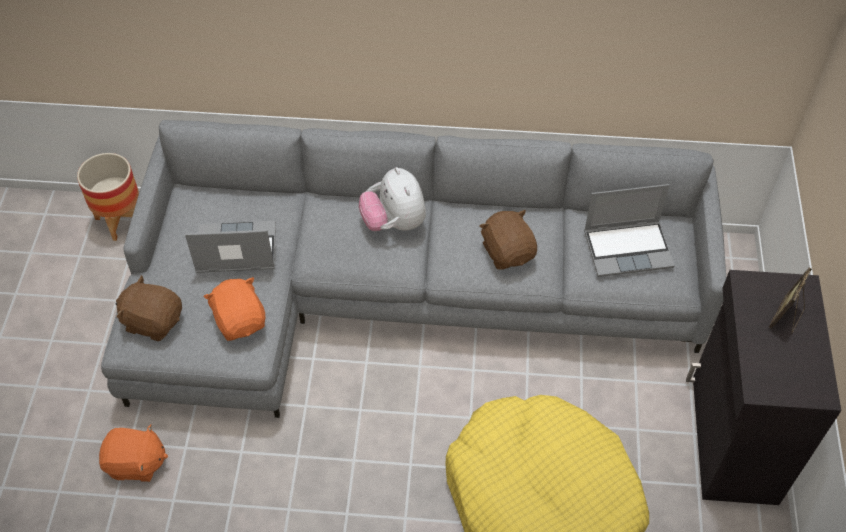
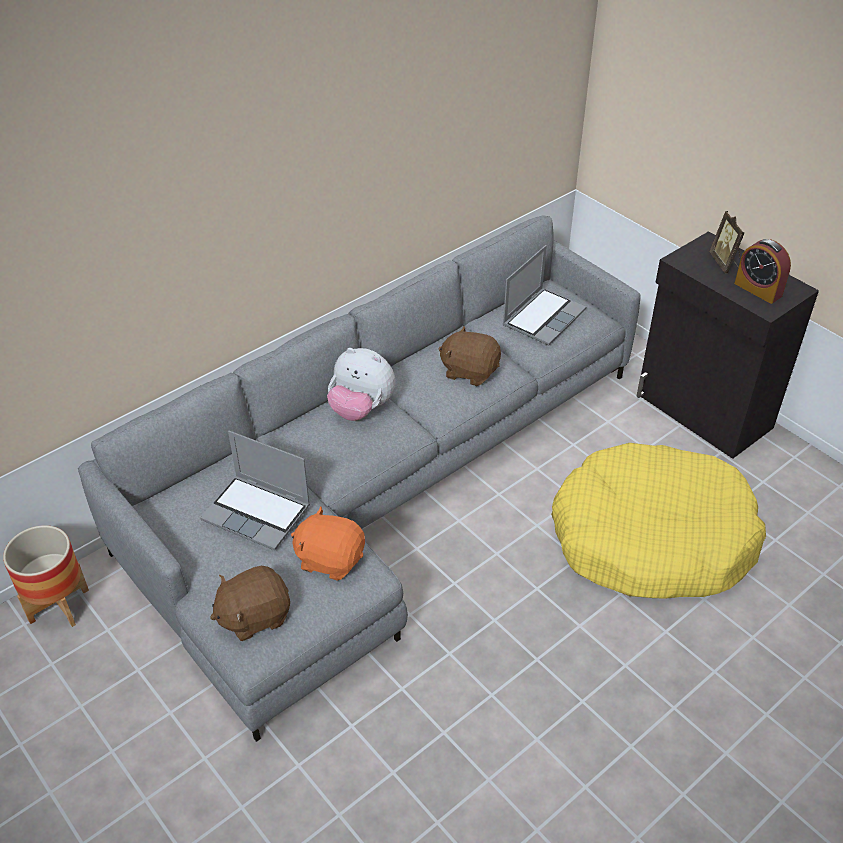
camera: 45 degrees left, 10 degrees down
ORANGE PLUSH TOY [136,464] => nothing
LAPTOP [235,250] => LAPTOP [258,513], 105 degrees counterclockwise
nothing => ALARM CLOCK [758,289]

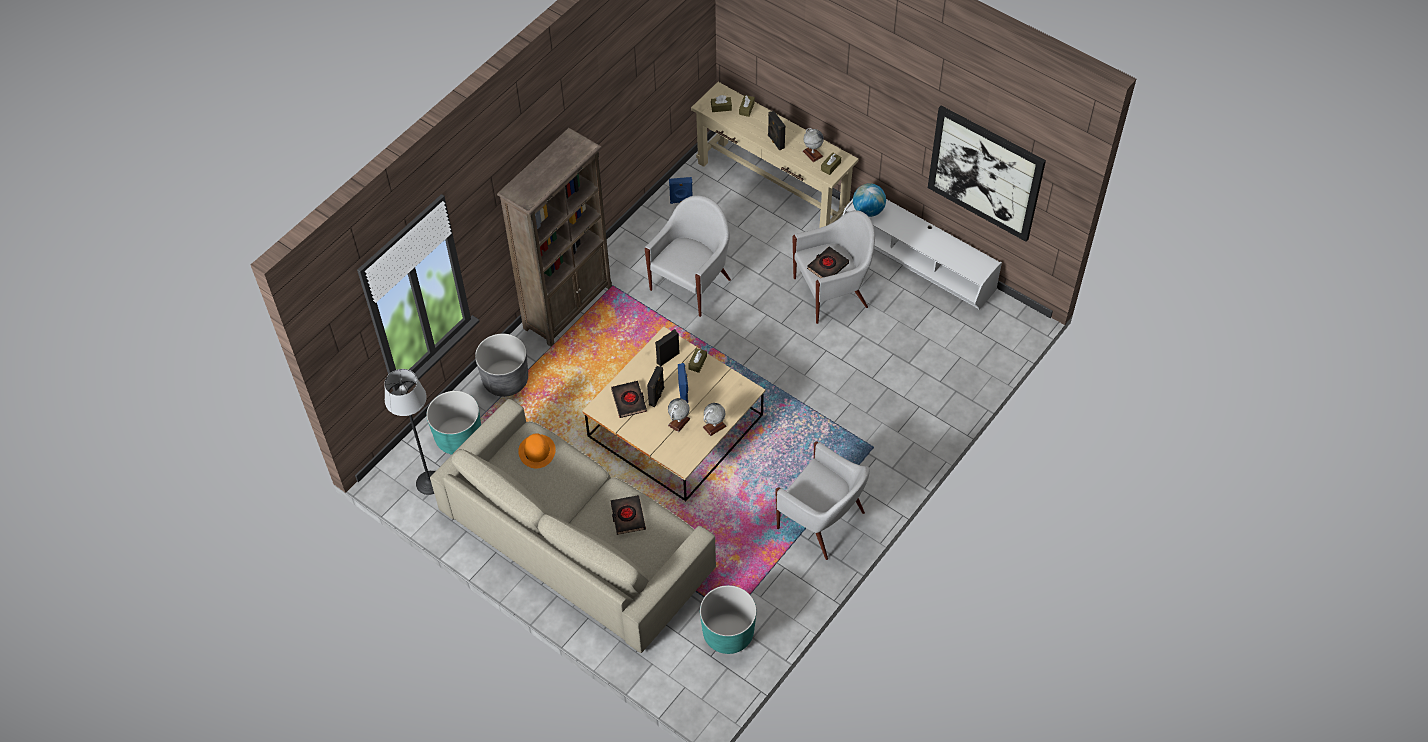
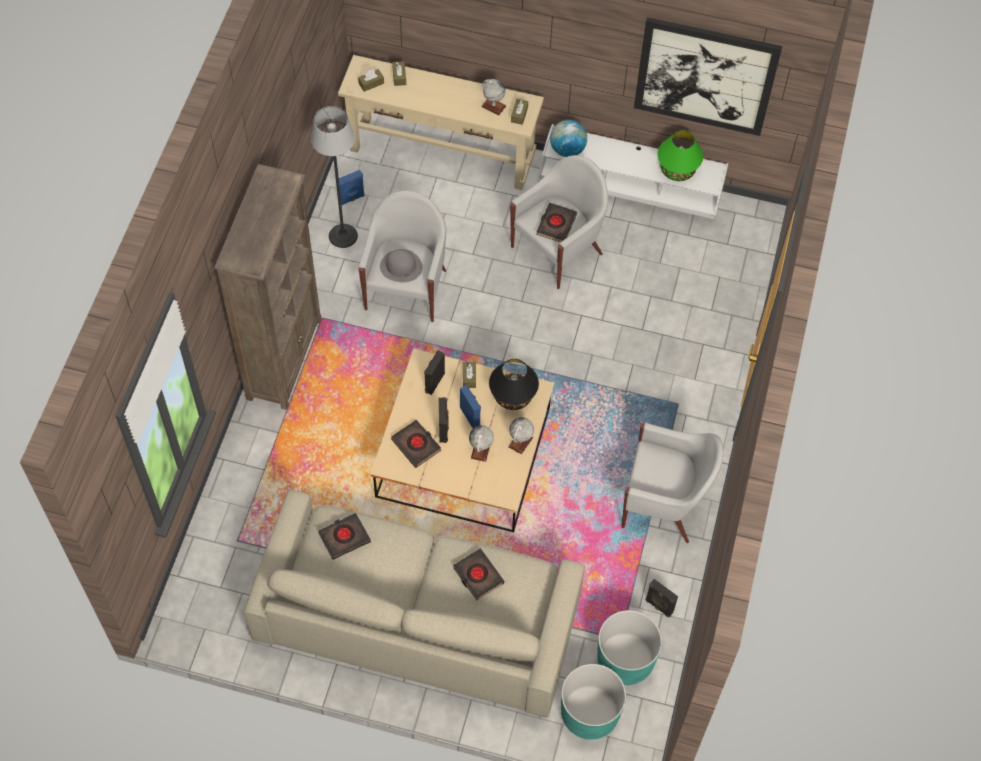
camera: 25 degrees left, 5 degrees up
FLOOR LAMP [429,482] => FLOOR LAMP [342,235], move
TURQUOISE PLANTER [459,437] => TURQUOISE PLANTER [589,713], move
GREY PLANTER [505,380] => nothing
ORANGE HAT [537,451] => BLACK BOOK [344,537]
BLACK SPEAKER [775,142] => BLACK SPEAKER [658,606], move
nothing => GREY HAT [400,266]
nothing => BLACK TABLE LAMP [513,396]
nothing => GREEN TABLE LAMP [677,170]

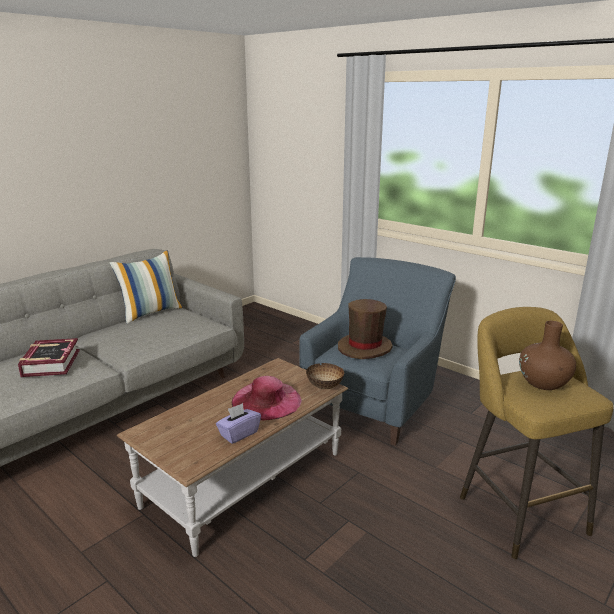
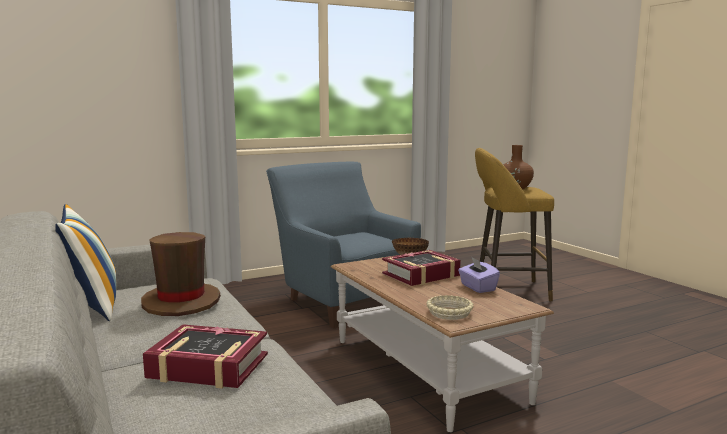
camera: 70 degrees left, 10 degrees down
PINK HAT [266,400] => BOOK [421,275]
BROWN HAT [365,347] => BROWN HAT [181,302], move
nothing => BEIGE BOWL [449,313]

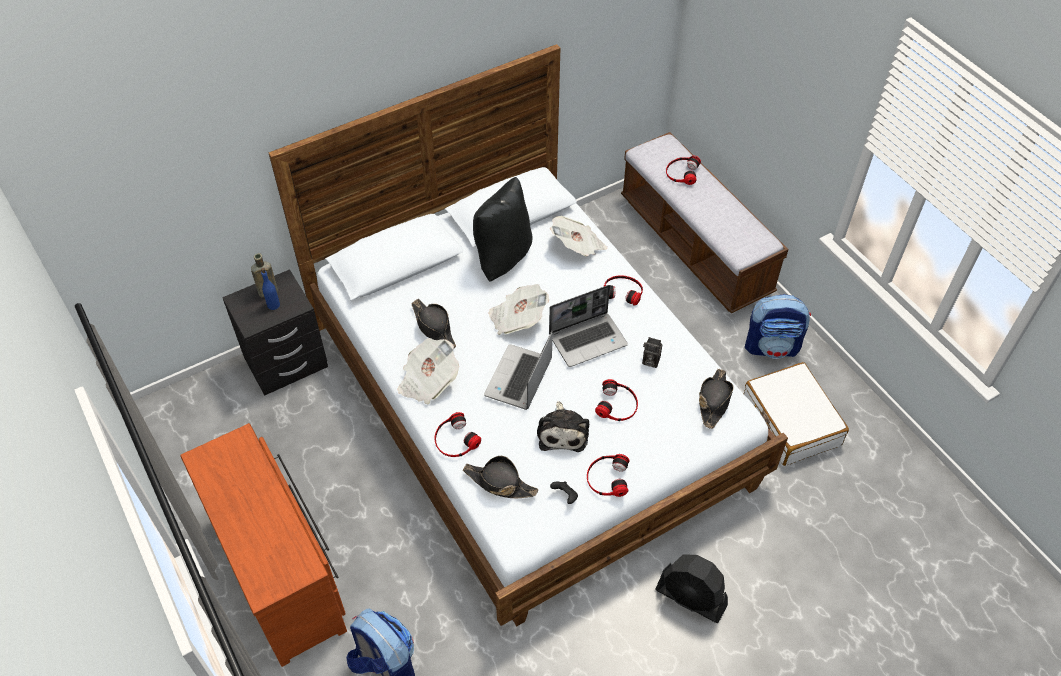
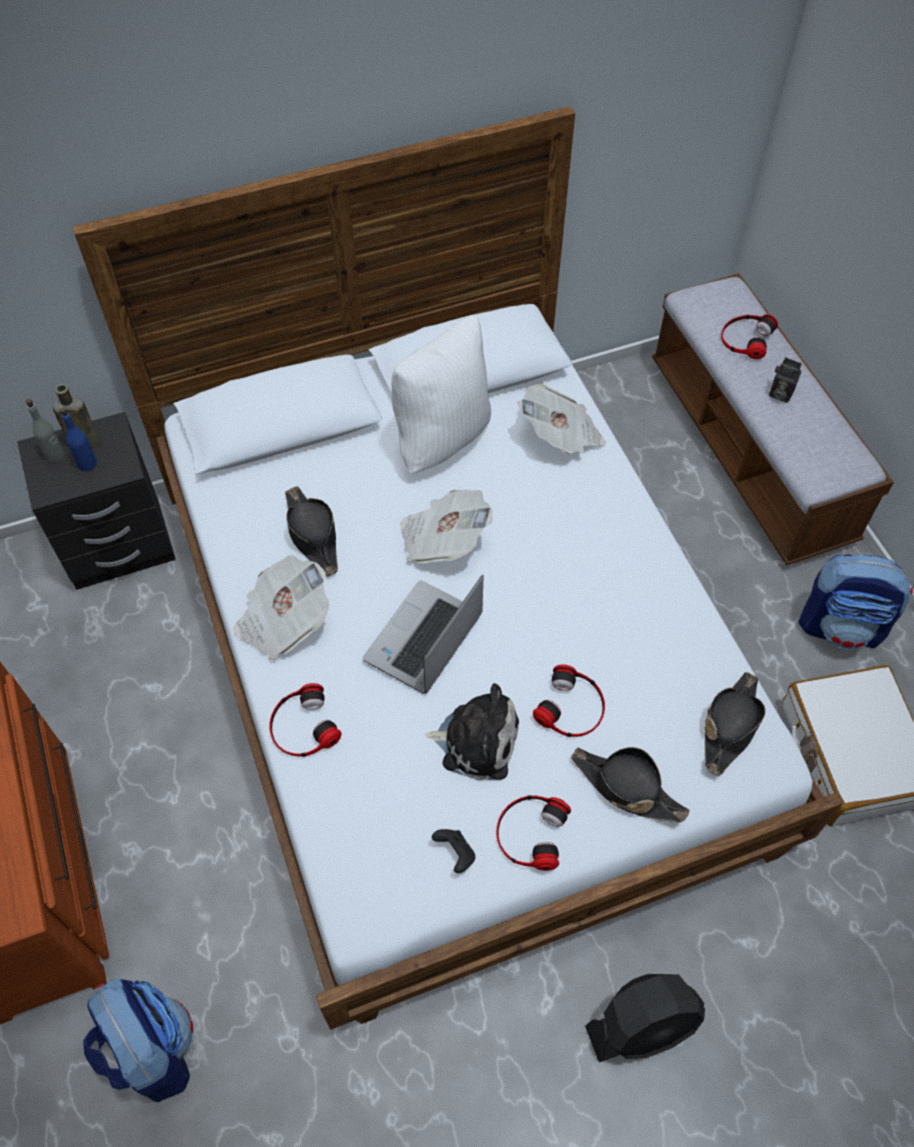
camera: 10 degrees right, 5 degrees up
BLACK HAT [499,483] => BLACK HAT [627,788], move
BLACK PILLOW [502,257] => WHITE PILLOW [441,437]
PLUSH TOY [562,432] => PLUSH TOY [474,740], 90 degrees counterclockwise
LAPTOP [588,339] => nothing
HEADPHONES [623,291] => nothing
PHOTO CAMERA [649,361] => PHOTO CAMERA [779,393], move
BLACK FAN [691,598] => BLACK FAN [643,1025], 60 degrees counterclockwise
nothing => GREY BOTTLE [55,455]

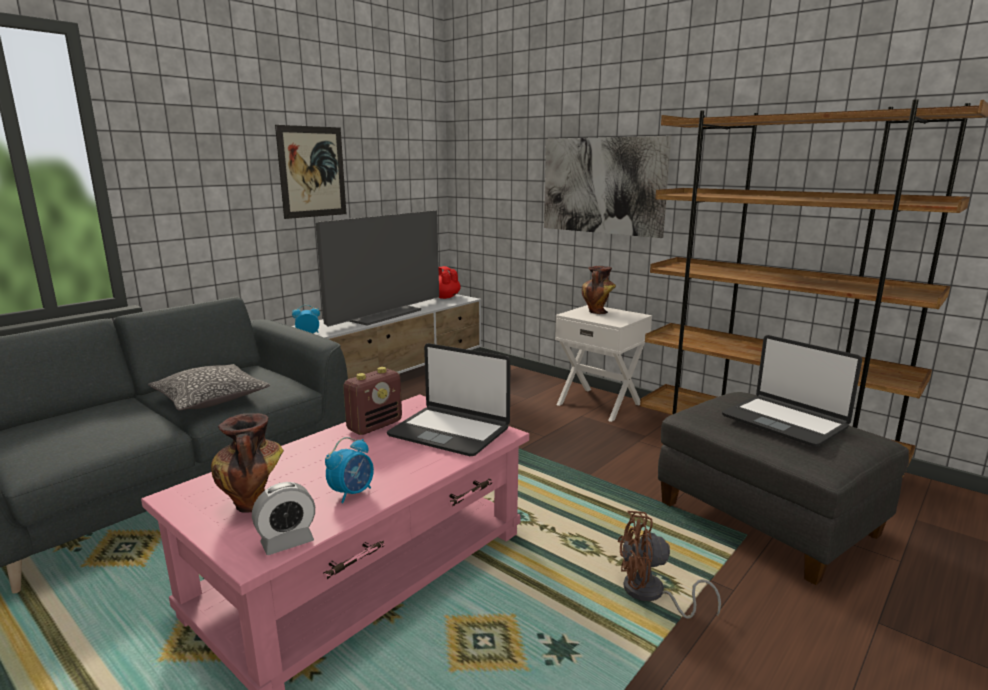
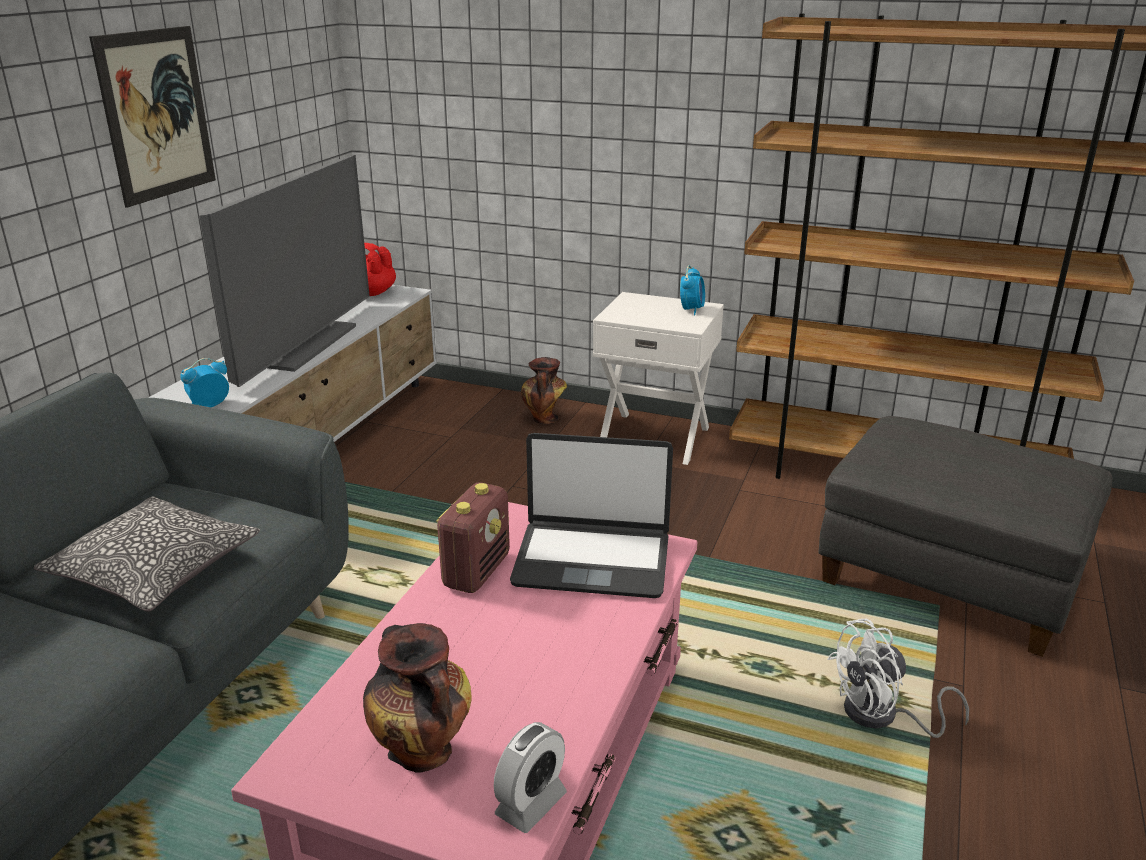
camera: 20 degrees left, 10 degrees up
ALARM CLOCK [352,493] => ALARM CLOCK [691,310], move
PICTURE [602,186] => nothing
VASE [597,312] => VASE [544,419], move
BROWN FAN [651,595] => WHITE FAN [881,717]
LAPTOP [784,421] => nothing

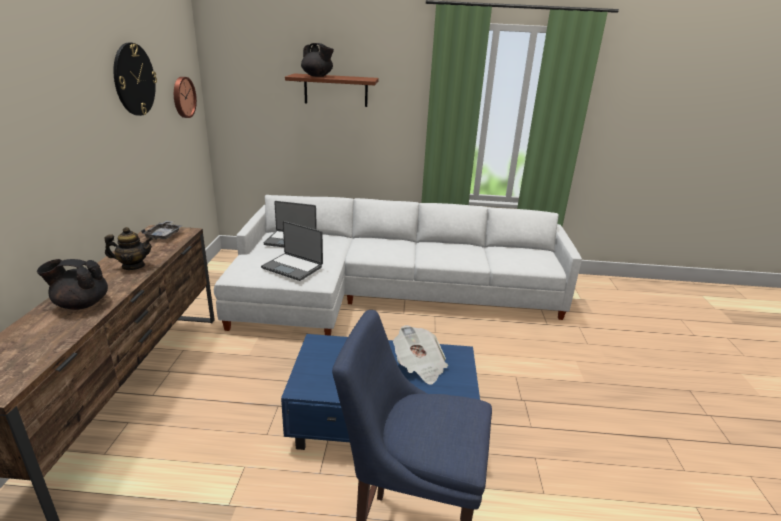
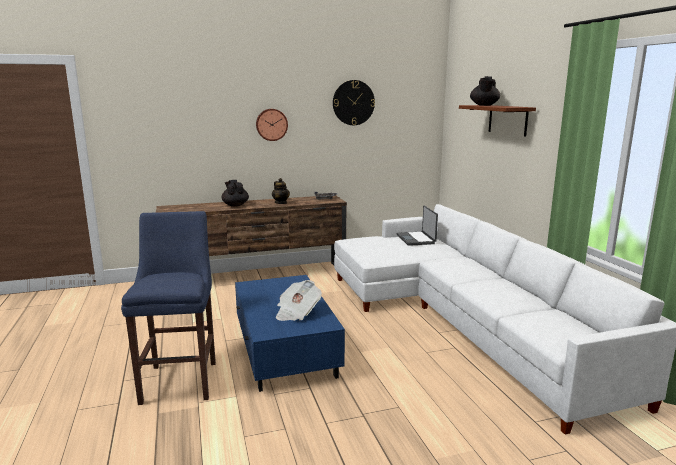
camera: 70 degrees right, 10 degrees down
WALL CLOCK [183,97] => WALL CLOCK [271,124], move
LAPTOP [293,267] => nothing

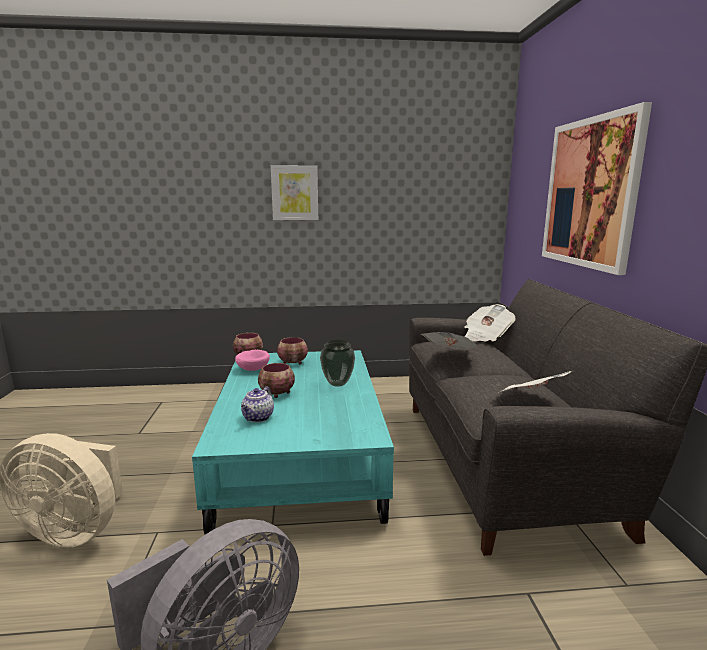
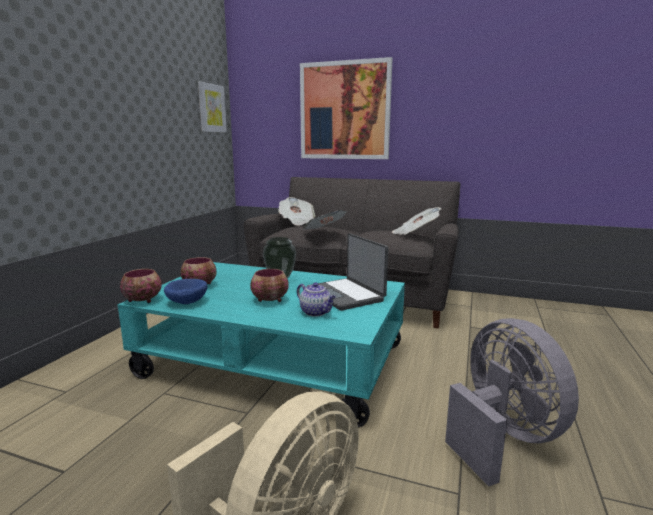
camera: 65 degrees left, 0 degrees up
PINK BOWL [253,369] => BLUE BOWL [186,302]
PICTURE [295,193] => PICTURE [211,108], move
nothing => LAPTOP [346,295]

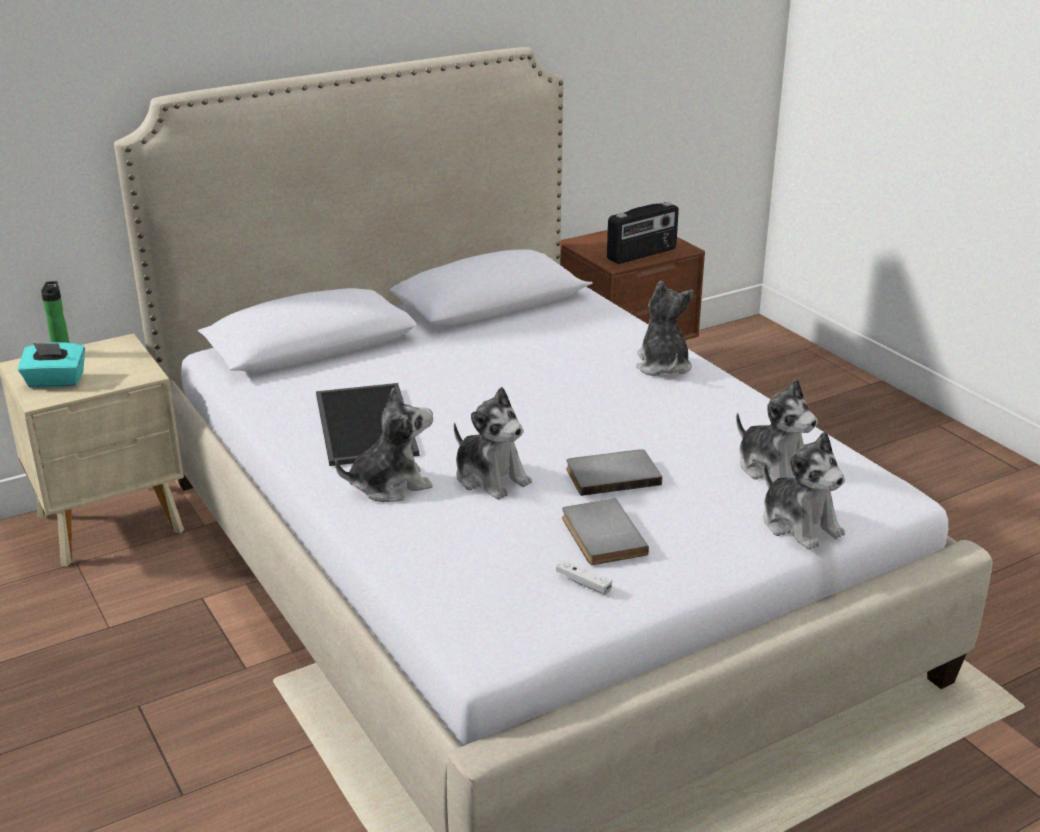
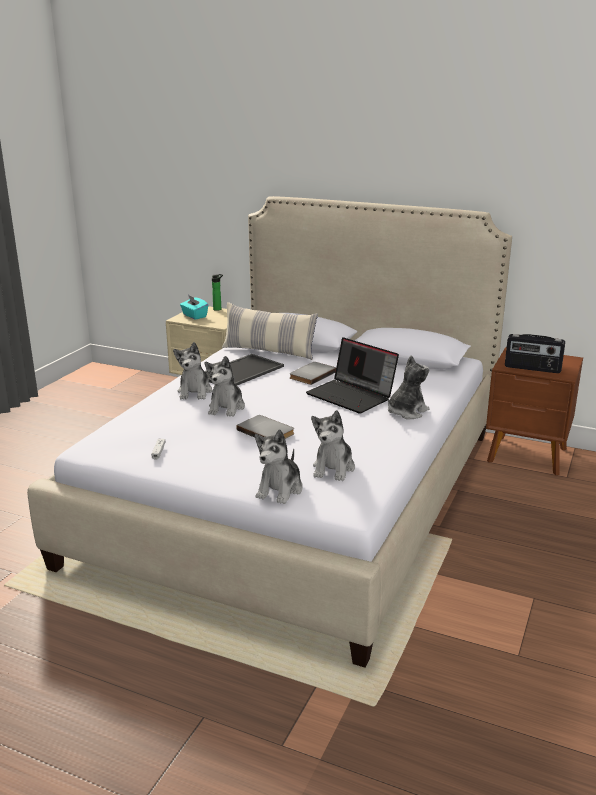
camera: 55 degrees right, 5 degrees down
PLUSH TOY [390,485] => PLUSH TOY [195,392], 60 degrees clockwise
GREY BOOK [600,536] => GREY BOOK [311,374], move
nothing => PILLOW [269,351]
nothing => LAPTOP [352,396]

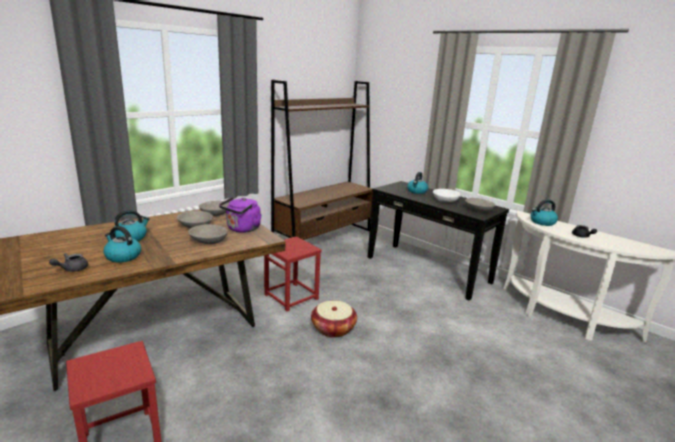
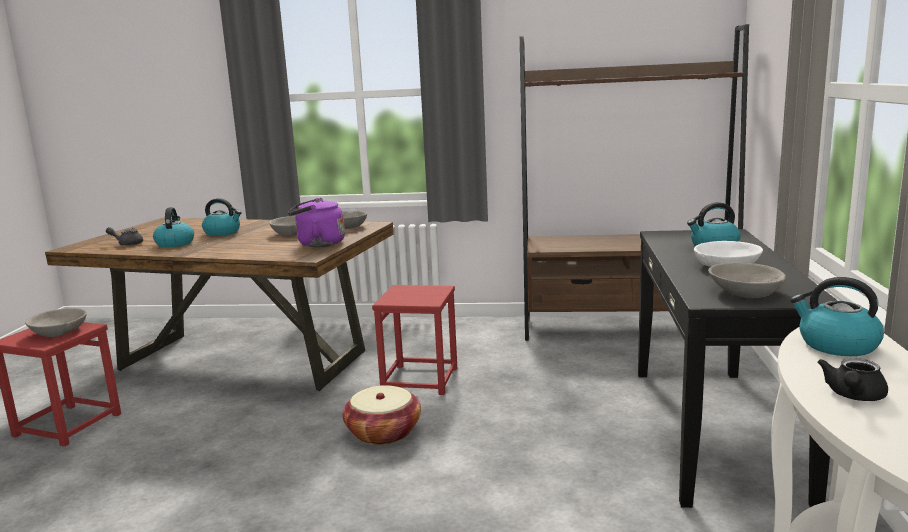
camera: 55 degrees right, 5 degrees down
GREY BOWL [208,241] => GREY BOWL [59,332], move

